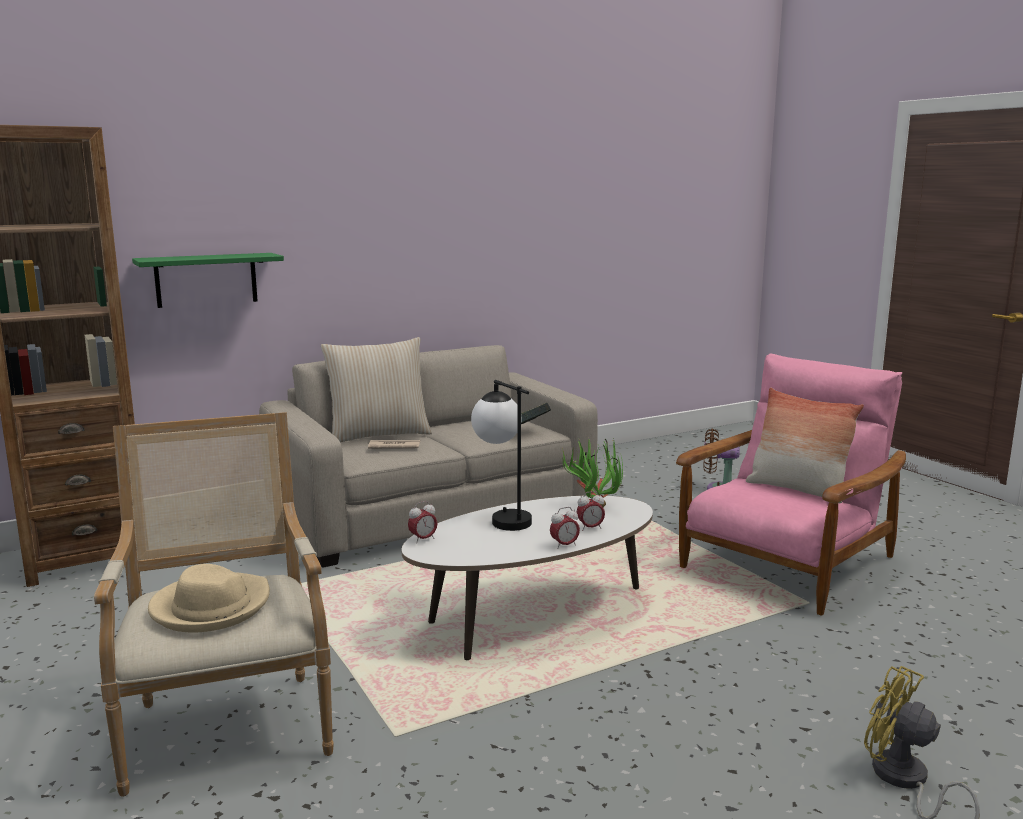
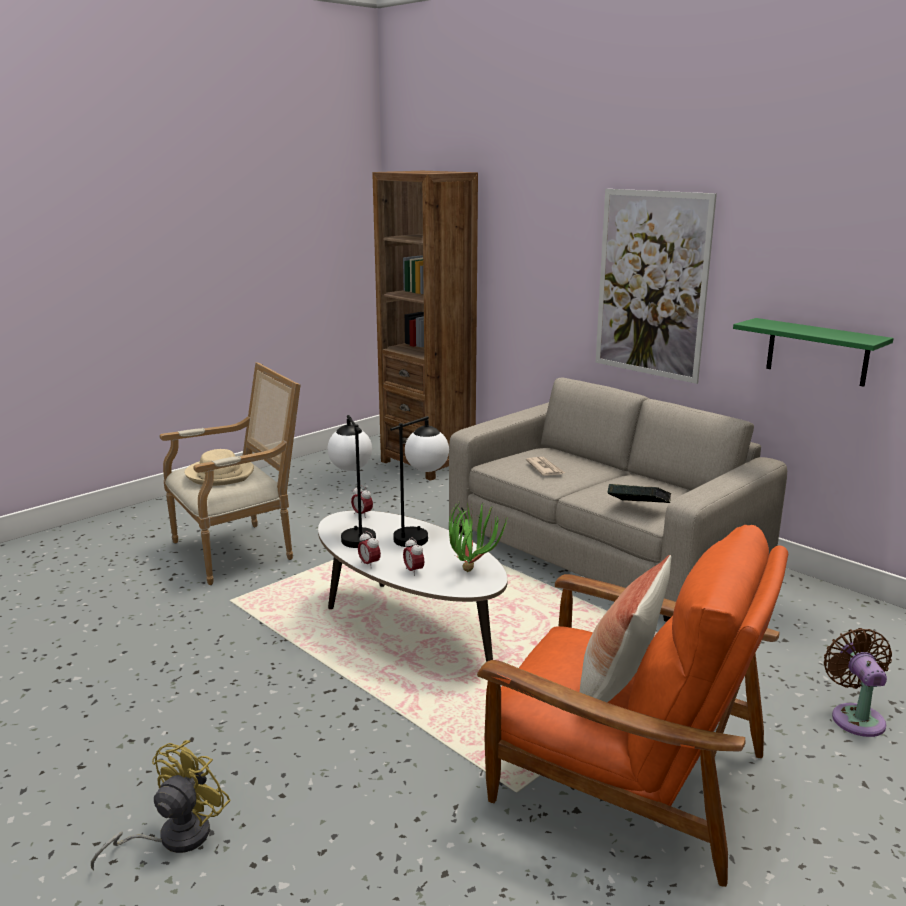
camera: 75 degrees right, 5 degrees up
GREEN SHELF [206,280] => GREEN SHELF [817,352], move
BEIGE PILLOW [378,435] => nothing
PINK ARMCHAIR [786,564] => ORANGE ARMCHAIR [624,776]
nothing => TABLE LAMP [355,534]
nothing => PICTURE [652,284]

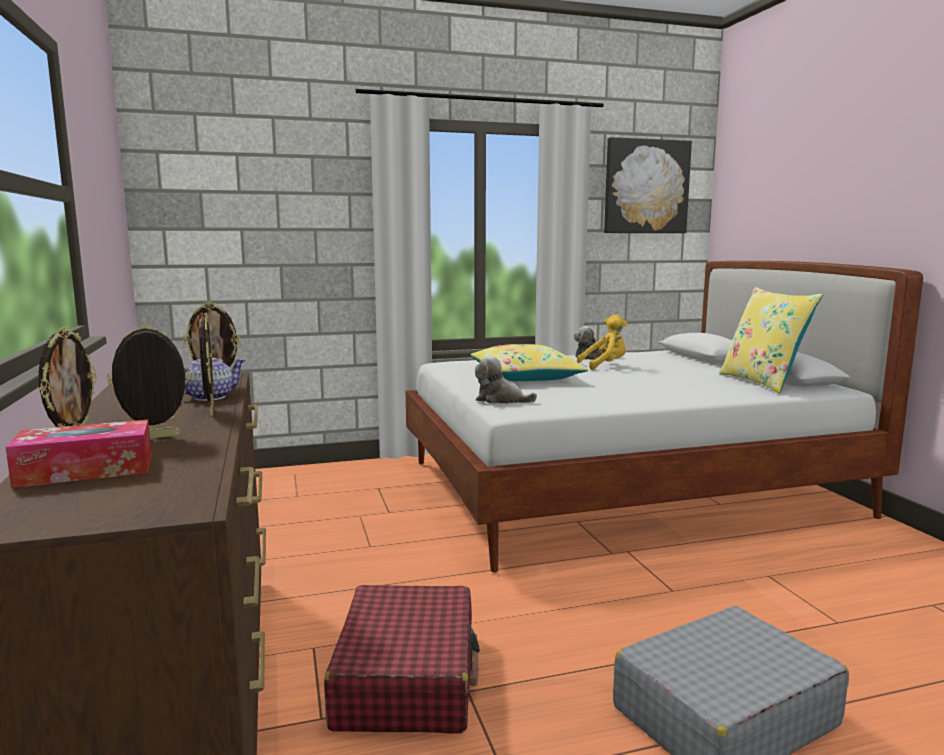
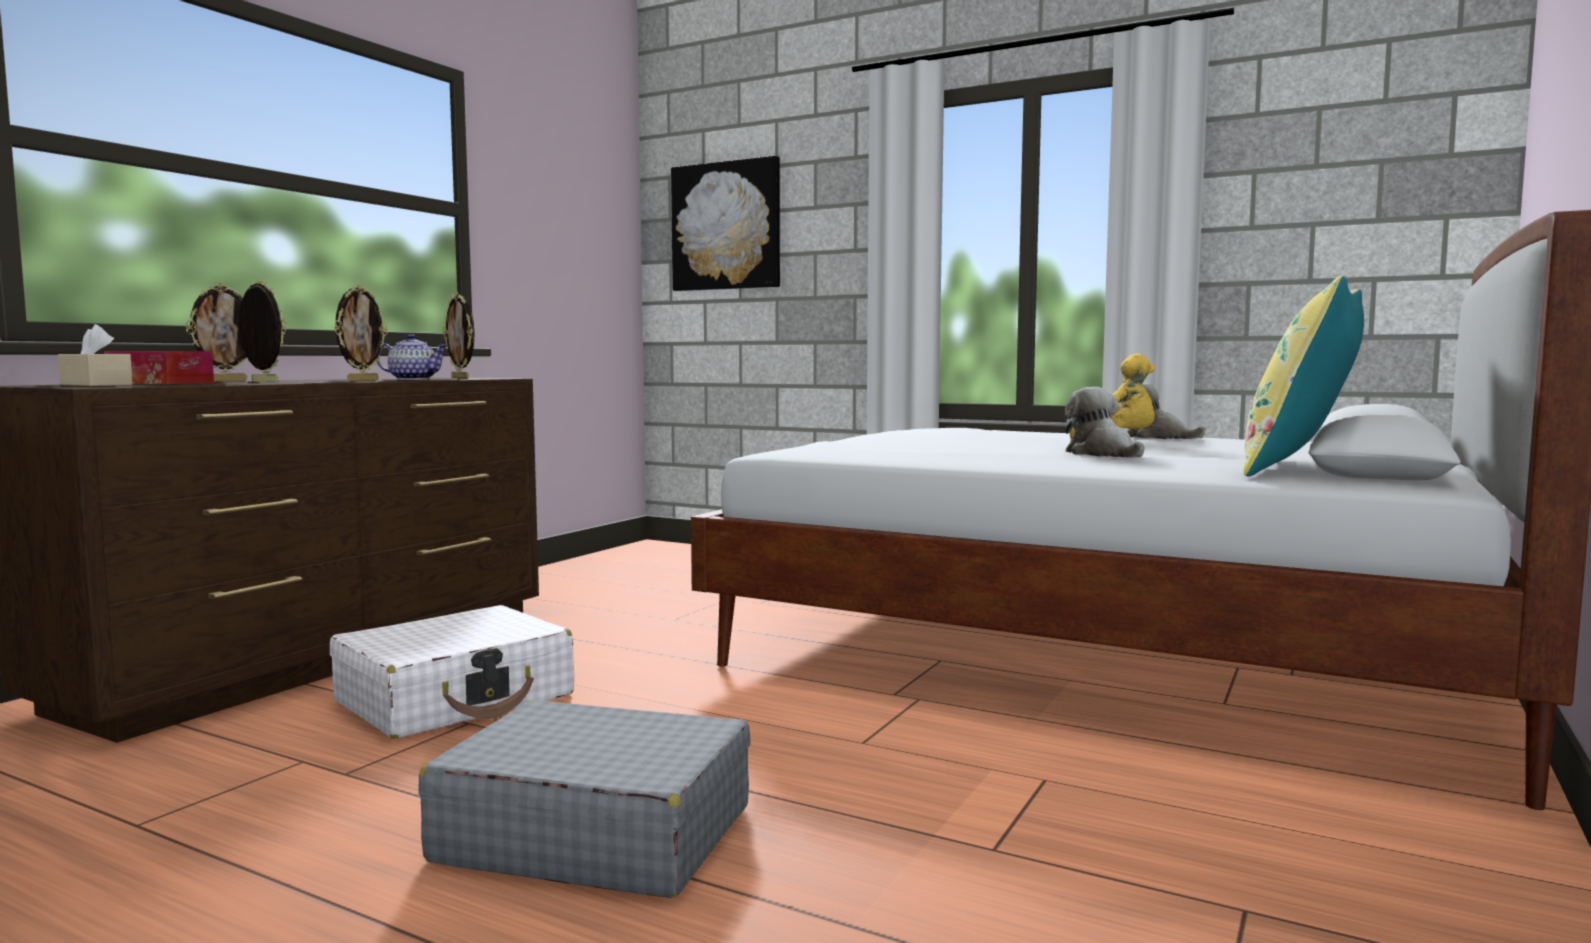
camera: 45 degrees right, 5 degrees down
RED SUITCASE [407,678] => WHITE SUITCASE [456,699]
YELLOW PILLOW [525,377] => nothing
PLUSH TOY [501,400] => PLUSH TOY [1102,454], move
PICTURE [646,187] => PICTURE [726,226], move
nothing => BEIGE TISSUE BOX [96,385]

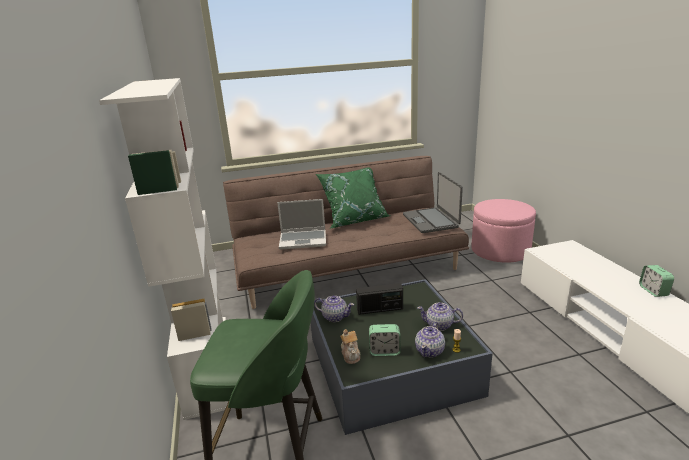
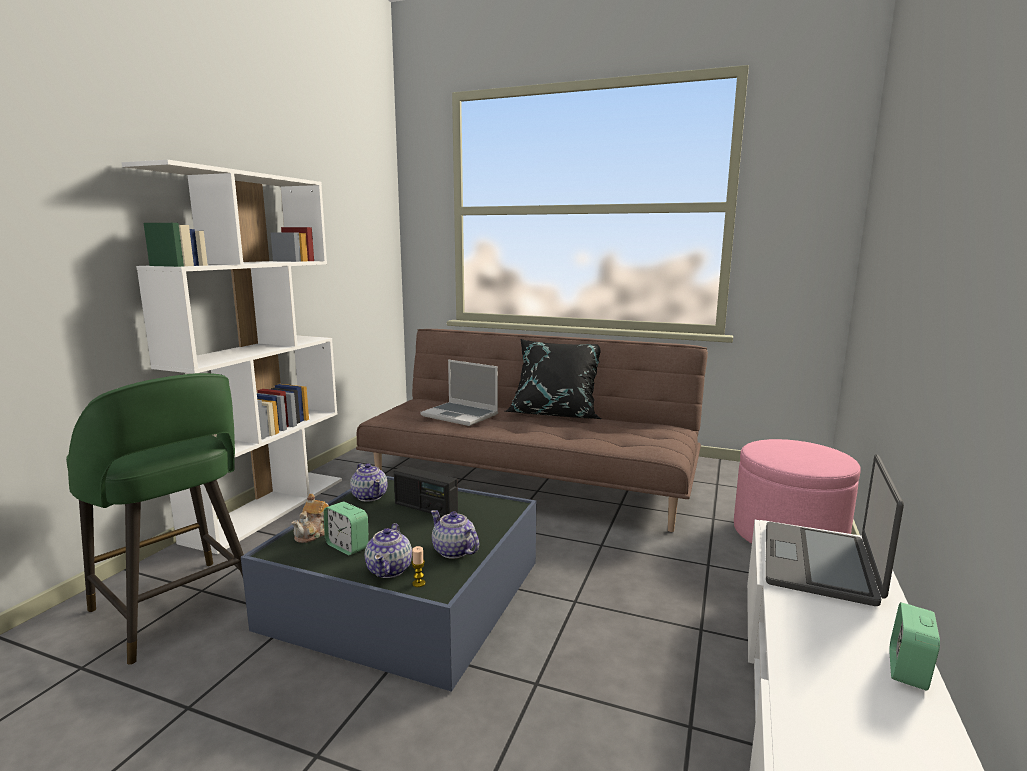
camera: 35 degrees right, 10 degrees down
GREEN PILLOW [354,219] => BLACK PILLOW [556,413]
LAPTOP [431,221] => LAPTOP [820,564], move
TEAPOT [430,351] => TEAPOT [390,569], 60 degrees counterclockwise

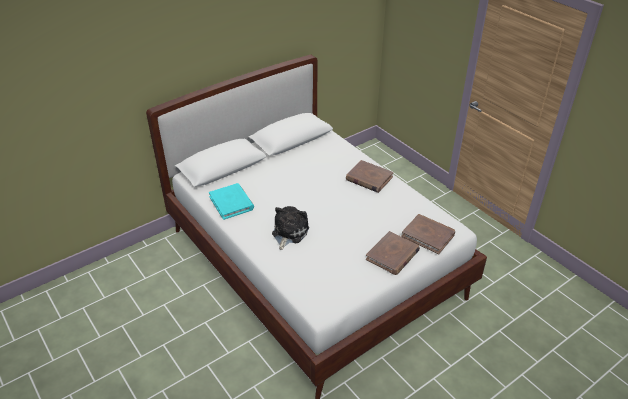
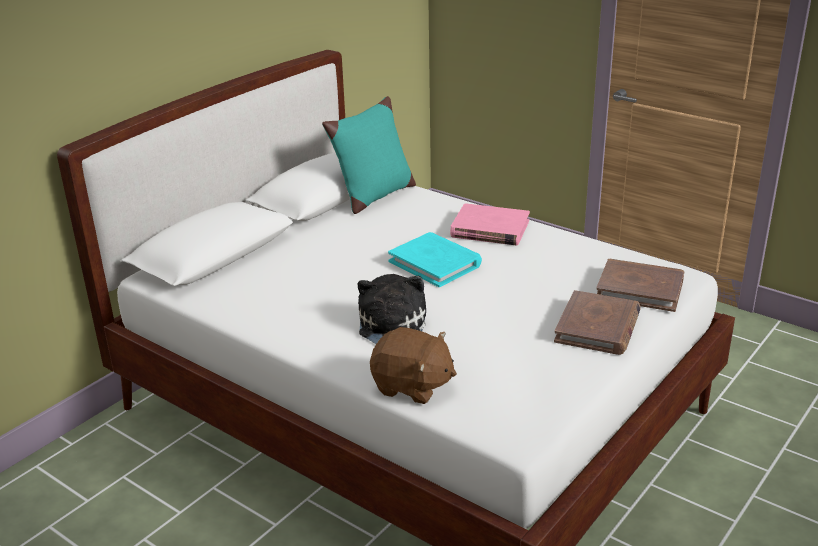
camera: 15 degrees left, 10 degrees down
TURQUOISE BOOK [231,203] => TURQUOISE BOOK [435,263], move
BROWN BOOK [369,178] => PINK BOOK [490,229]
nothing => TURQUOISE PILLOW [374,196]
nothing => BROWN PLUSH TOY [412,386]

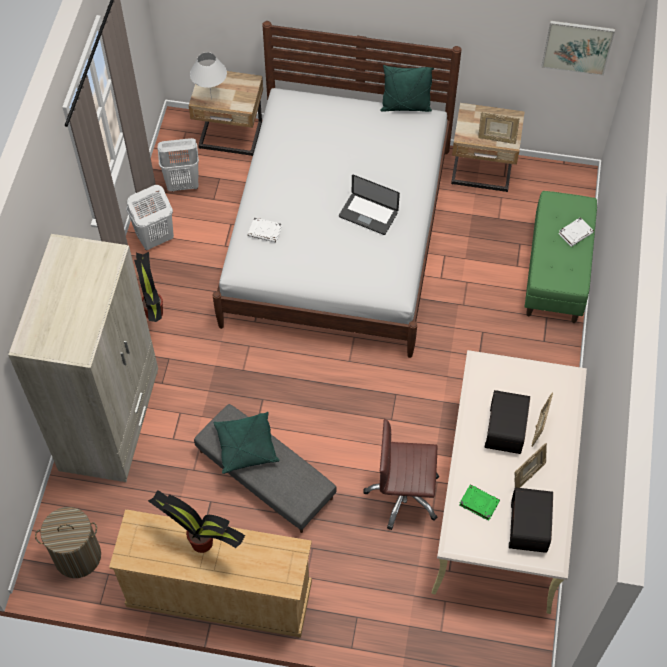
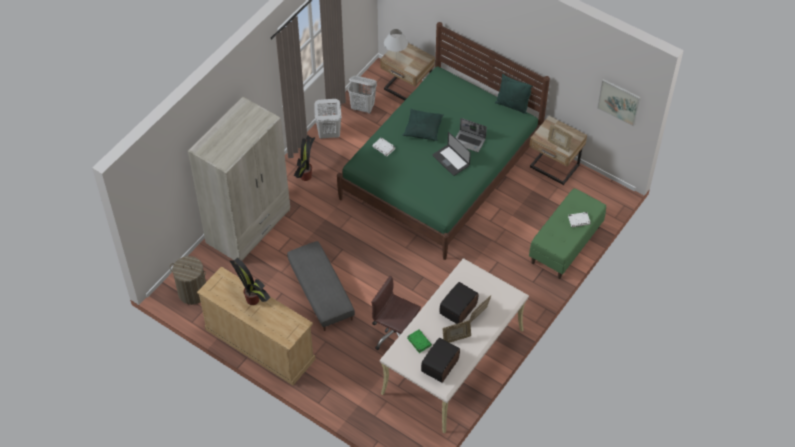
camera: 25 degrees right, 5 degrees down
WHITE BED [338,235] => GREEN BED [440,172]
GREEN PILLOW [246,446] => GREEN PILLOW [423,129], move
nothing => LAPTOP [469,141]

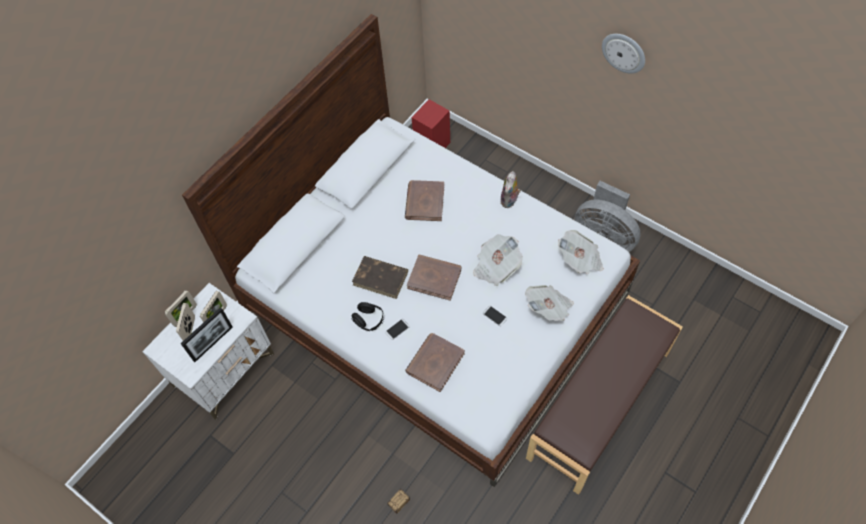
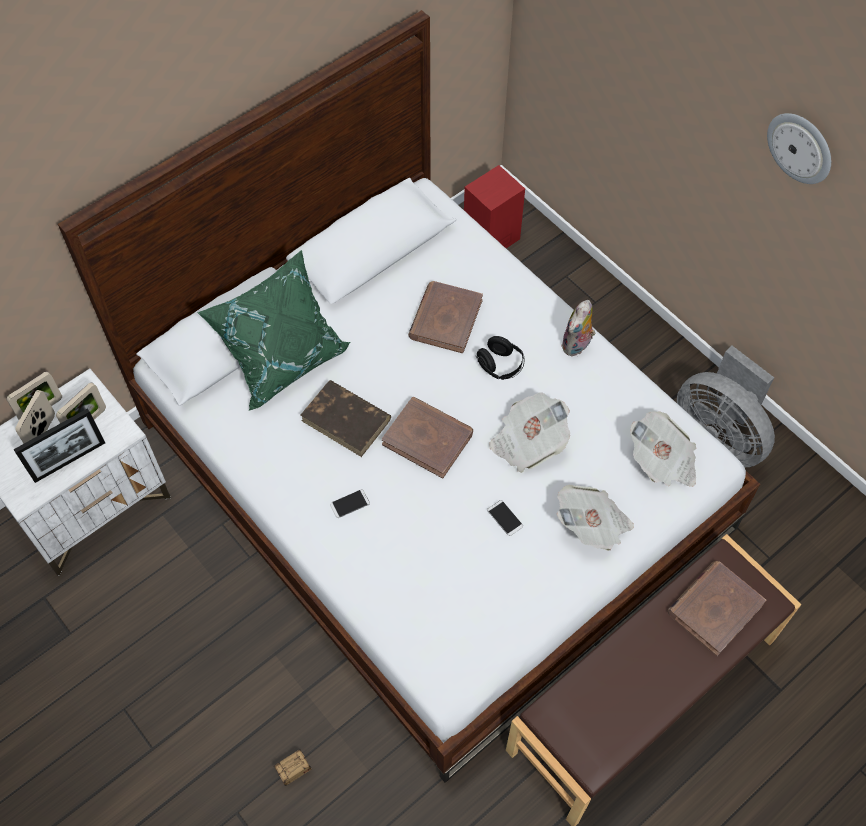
camera: 10 degrees right, 0 degrees up
BLACK HEADPHONES [369,320] => BLACK HEADPHONES [500,366], move
BROWN BOOK [435,362] => BROWN BOOK [714,608], move
nothing => GREEN PILLOW [283,358]

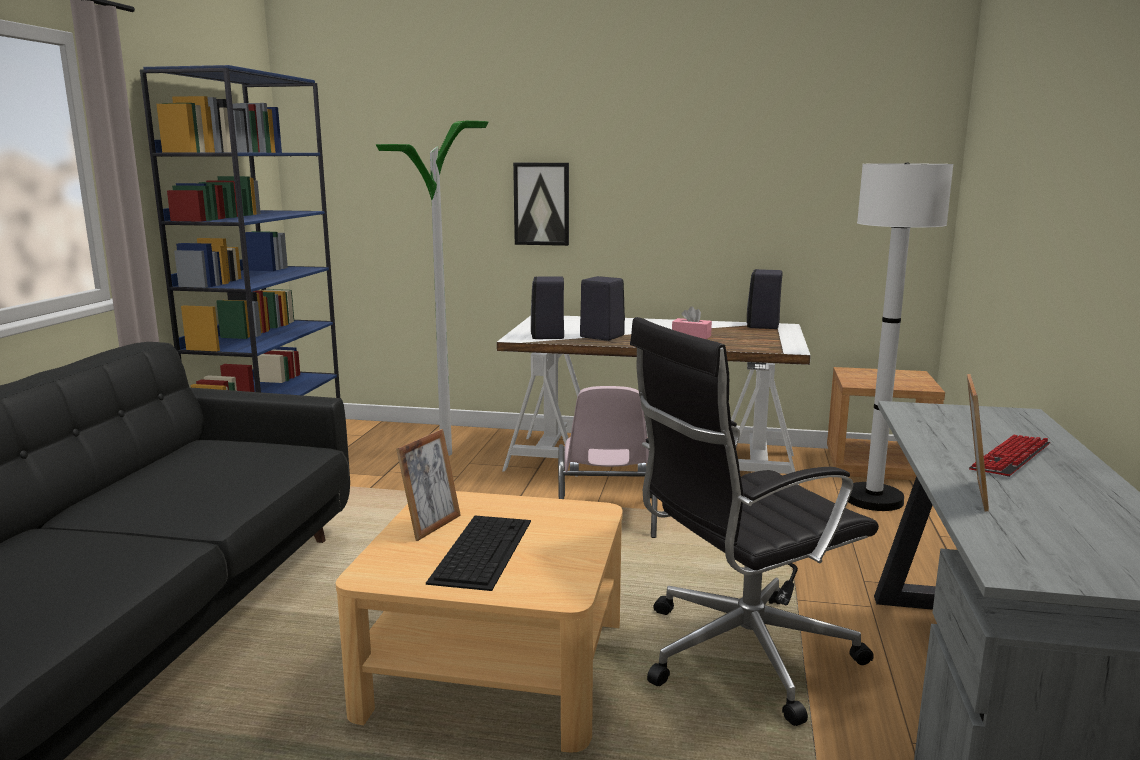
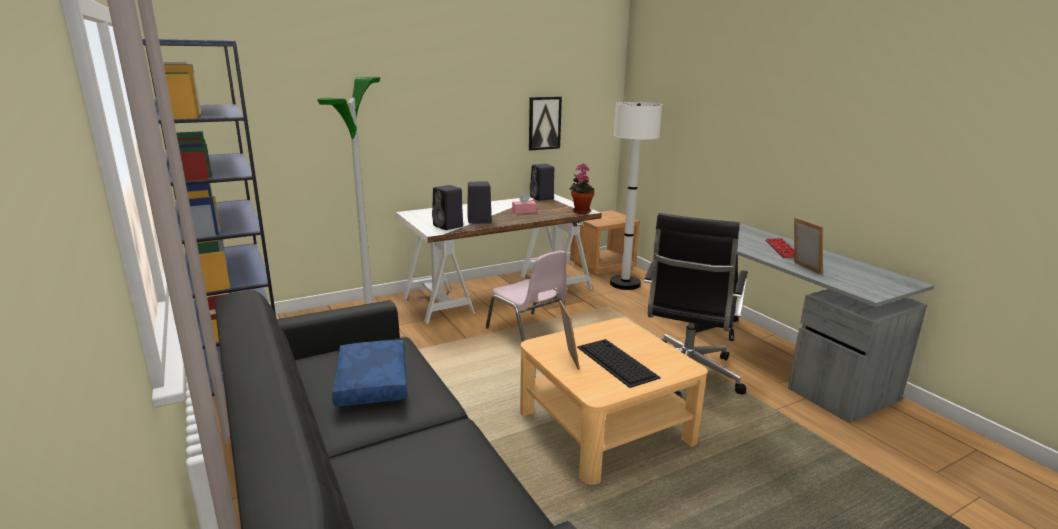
camera: 40 degrees left, 5 degrees up
PICTURE [541,204] => PICTURE [544,123], move
nothing => BLUE PILLOW [370,382]
nothing => POTTED PLANT [581,211]

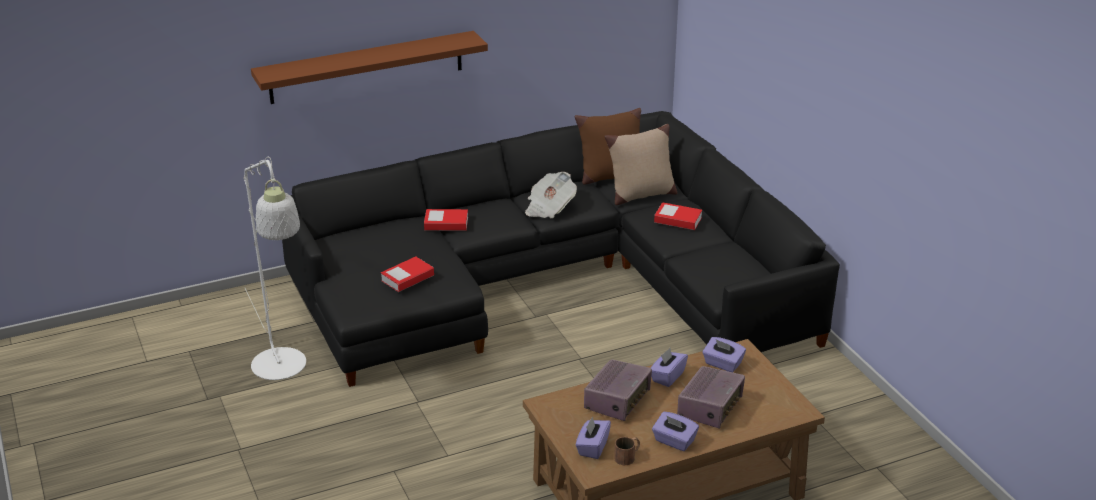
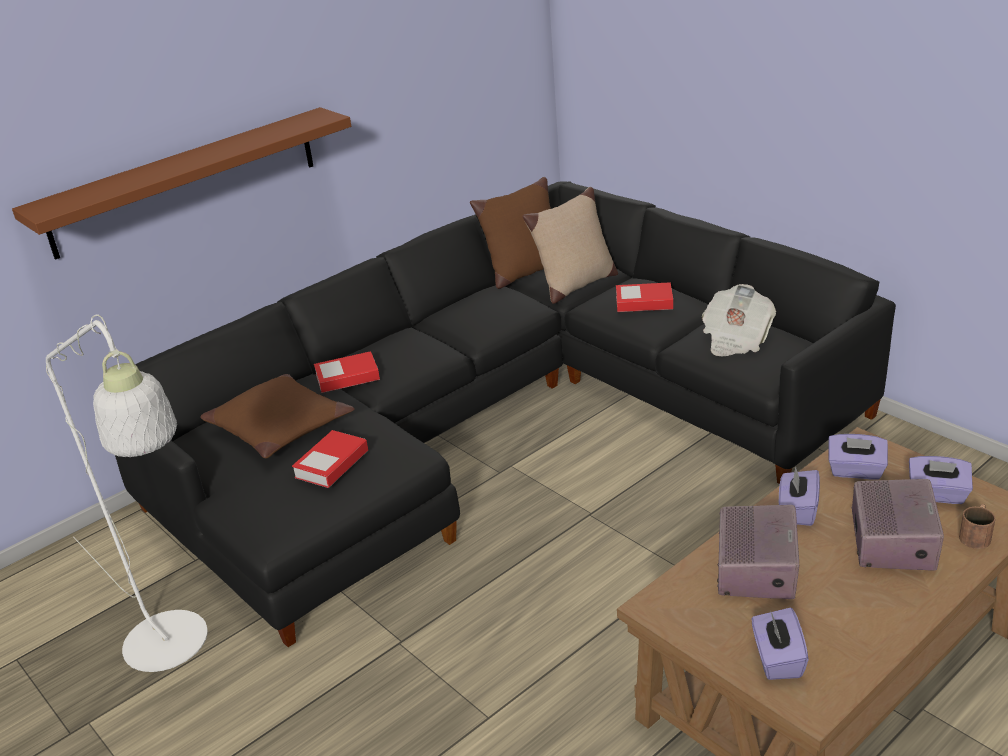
camera: 15 degrees left, 0 degrees up
NEWSPAPER [549,208] => NEWSPAPER [735,339], move
BROWN MUG [628,456] => BROWN MUG [976,534], move
PURPLE TISSUE BOX [674,441] => PURPLE TISSUE BOX [937,495], move
nothing => BROWN PILLOW [280,427]

